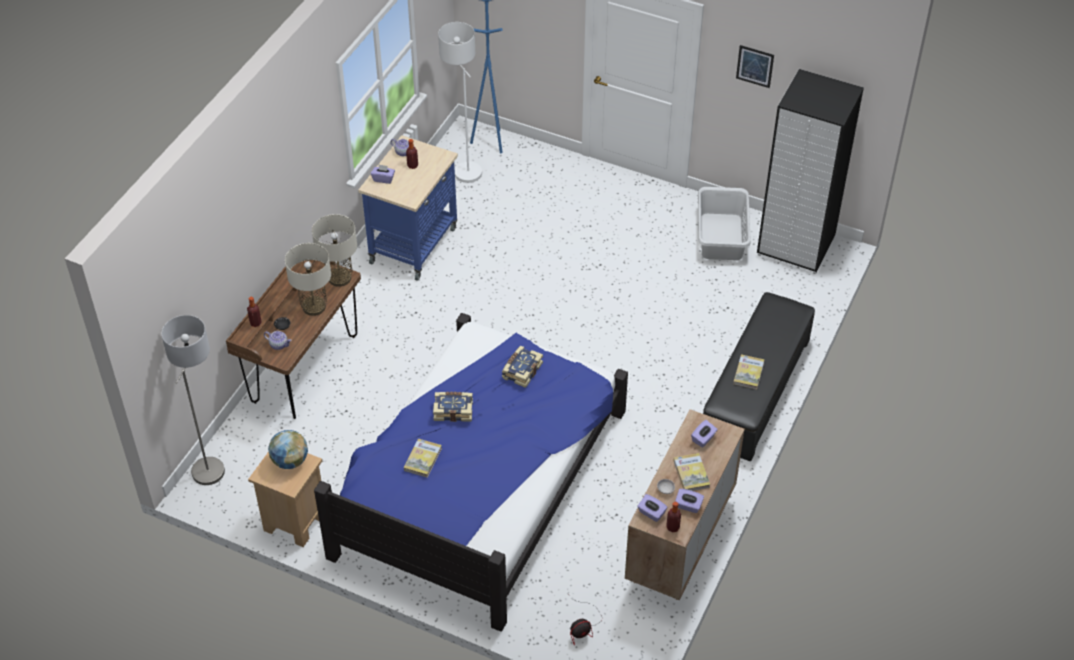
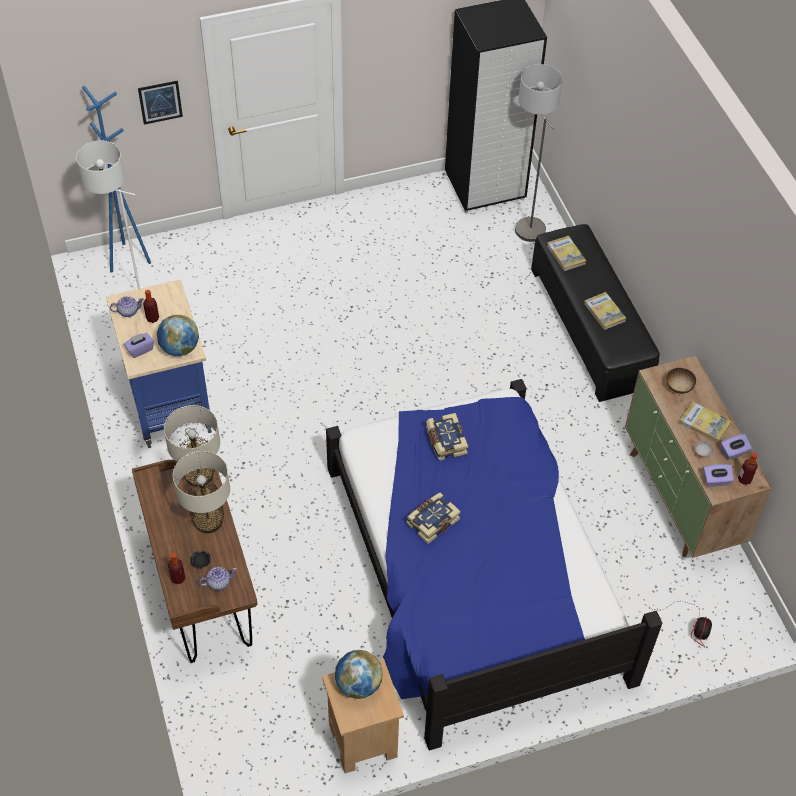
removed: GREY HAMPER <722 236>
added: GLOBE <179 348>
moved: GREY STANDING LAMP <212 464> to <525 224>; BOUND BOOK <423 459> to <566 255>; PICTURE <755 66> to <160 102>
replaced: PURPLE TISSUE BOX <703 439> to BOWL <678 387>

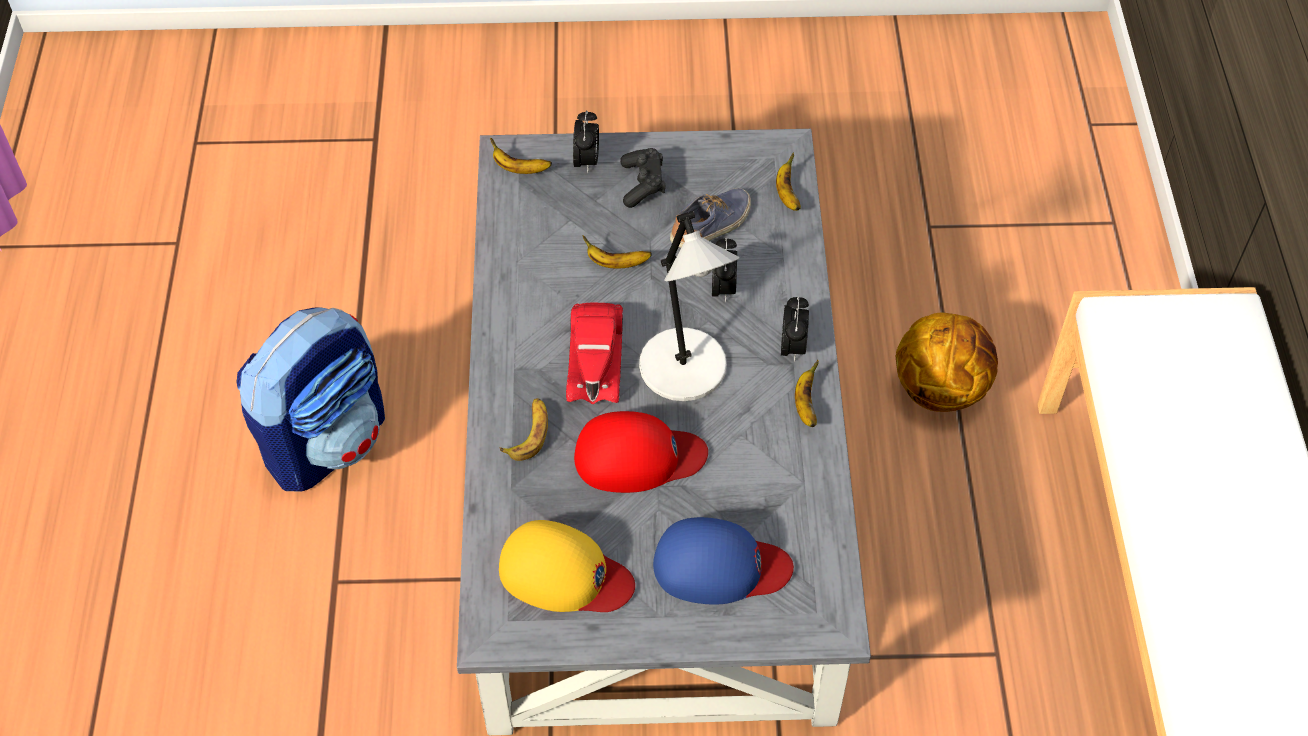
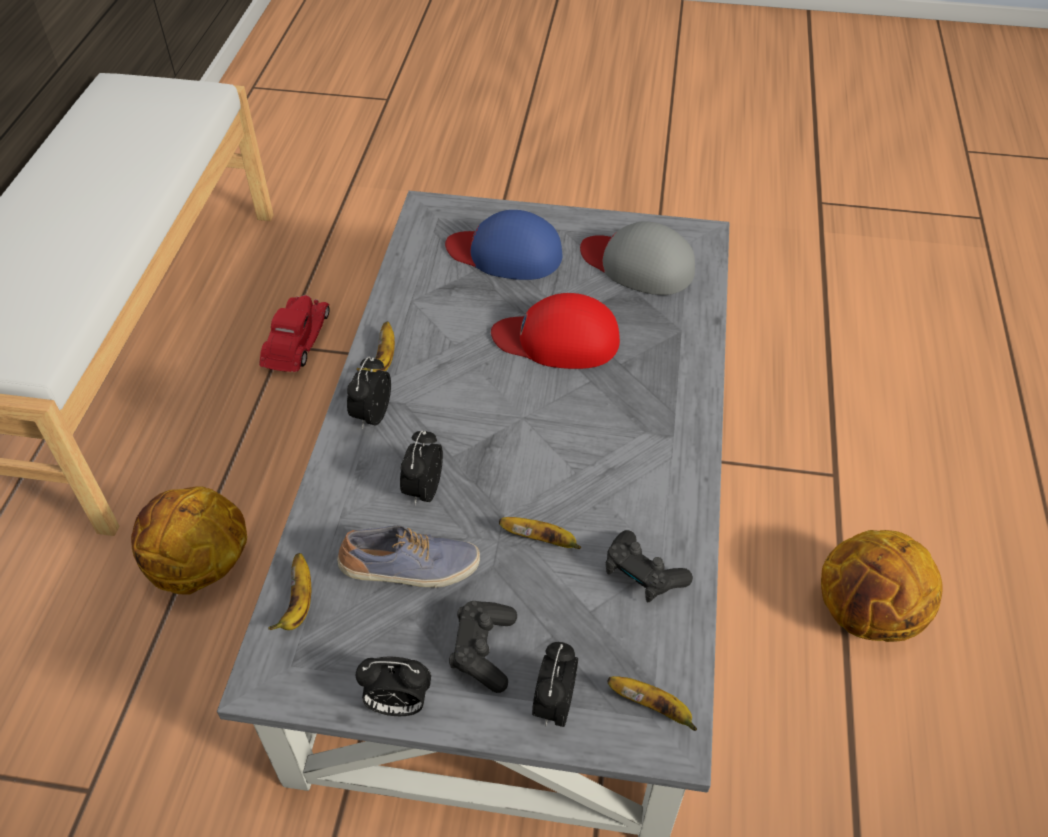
removed: BANANA FRUIT <528 433>; GREY TABLETOP LAMP <685 370>
added: BEDSIDE CLOCK <397 704>; BLACK GAME CONTROLLER <642 575>
moved: RED-COLOURED MODEL CAR <595 357> to <296 340>
replaced: KNAPSACK <327 440> to BASKETBALL <866 614>
recoloured: YELLOW-COLOURED BASEBALL CAP <564 574> to GREY BASEBALL CAP <638 264>
turned: SHOE <712 228> = <411 570> 150 degrees counterclockwise

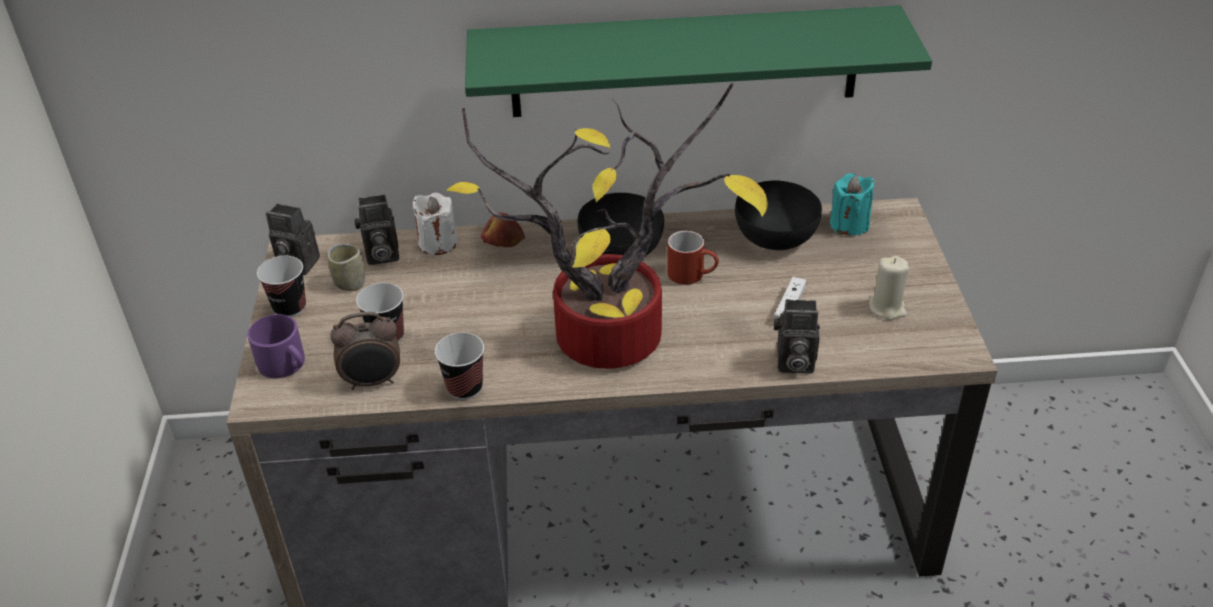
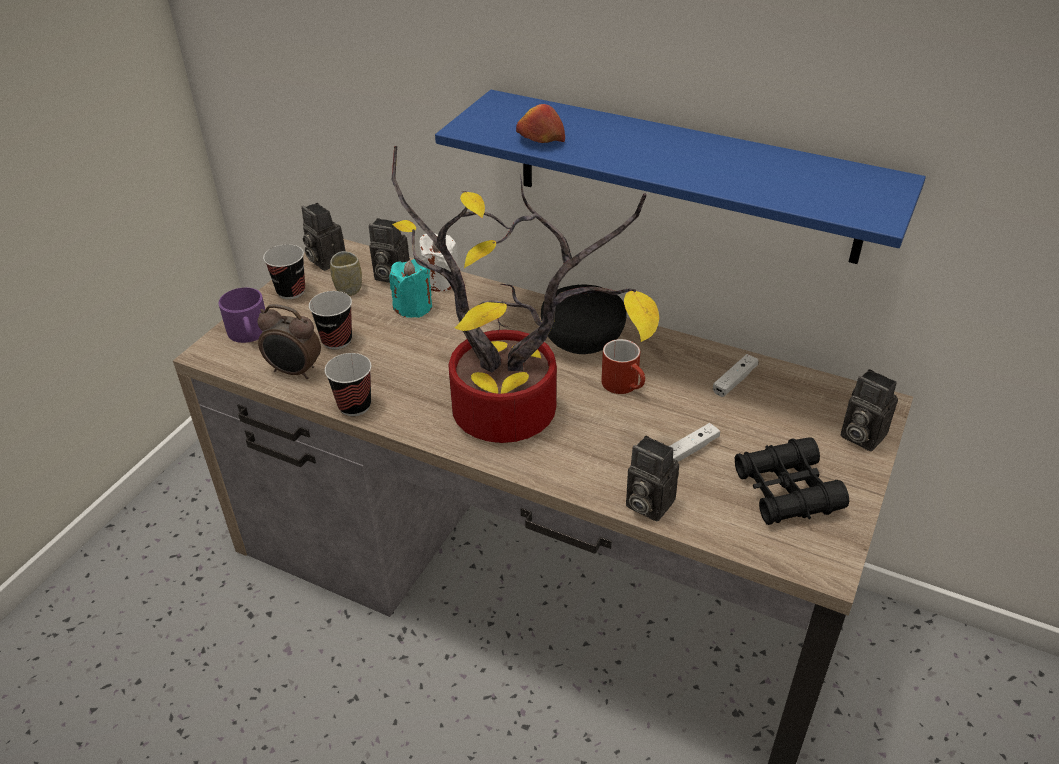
added: PHOTO CAMERA <859 435>
moved: WHOLE APPLE <503 241> to <540 139>; TURQUOISE WAX LIGHT <849 224> to <413 307>
replaced: BLACK BOWL <776 236> to WHITISH GAME CONTROLLER <734 381>; SAND-COLOURED WAX LIGHT <887 308> to BLACK BINOCULARS <786 491>
recoloured: GREEN-COLOURED WALL SHELF <684 62> to BLUE-COLOURED WALL SHELF <685 176>

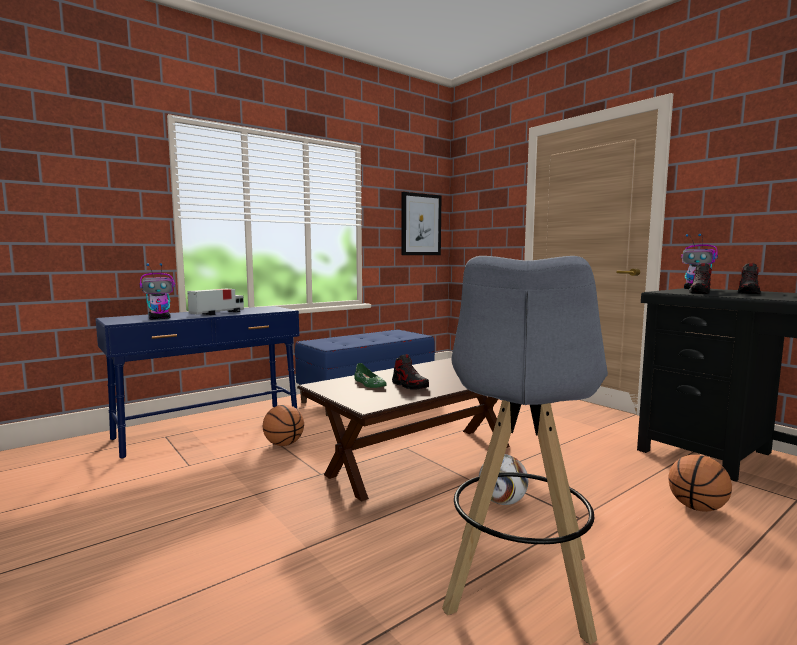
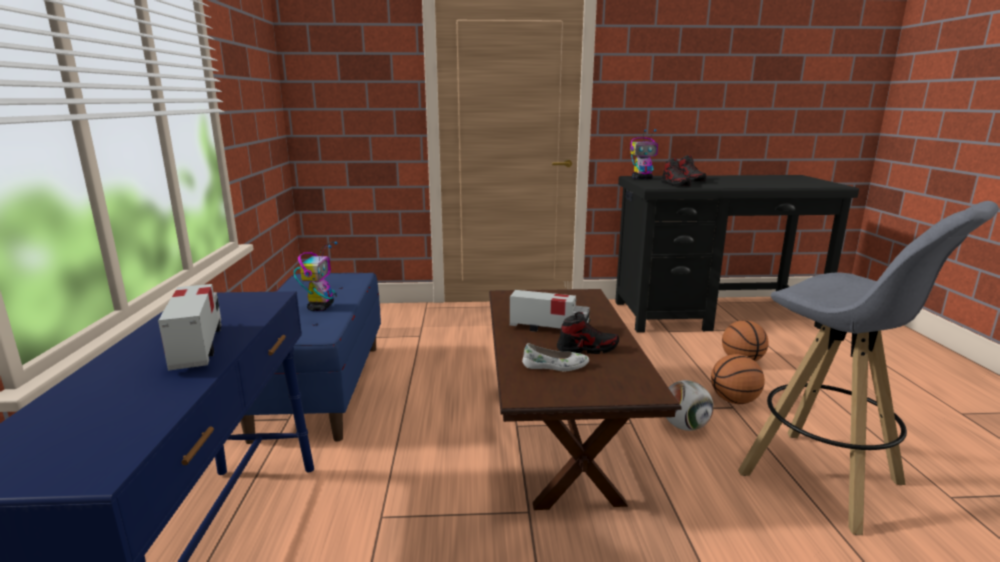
removed: PICTURE <420 224>
added: MODEL TRUCK <549 329>
moved: TOY ROBOT <160 318> to <321 307>; BASKETBALL <284 444> to <734 400>
recoloured: GREEN-COLOURED SHOE <369 384> to WHITISH SHOE <555 366>

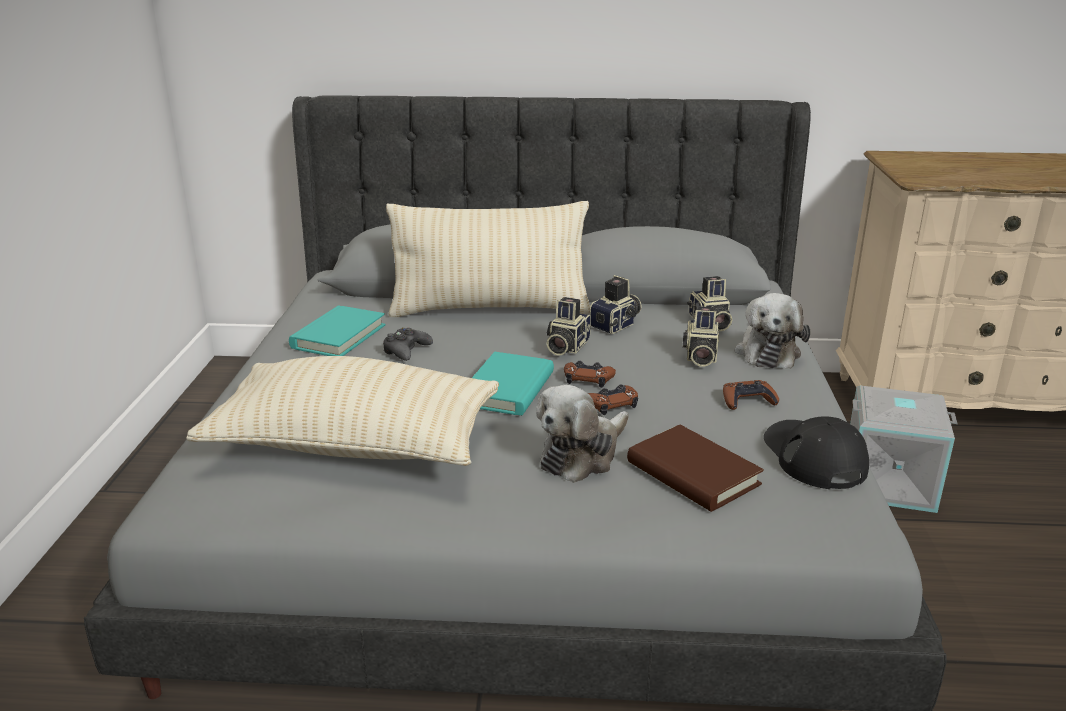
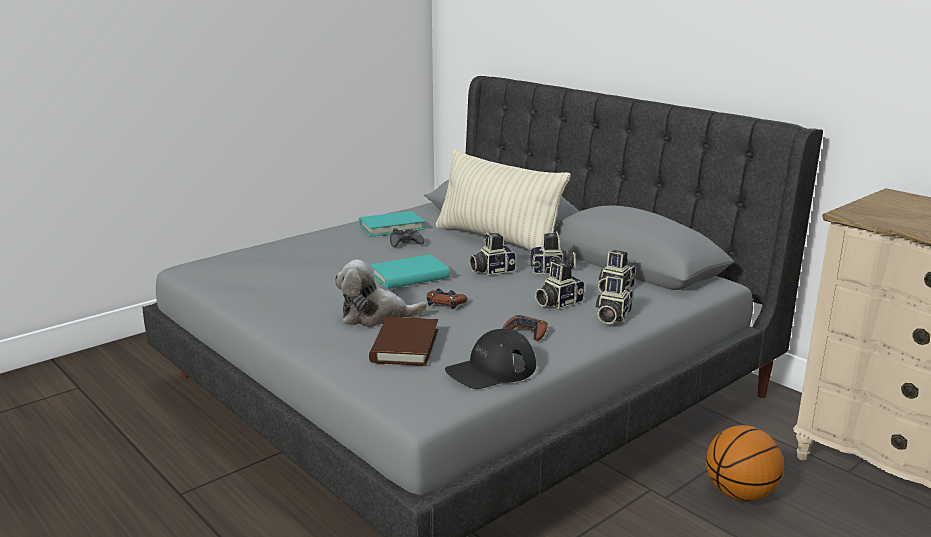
removed: SAND-COLOURED PILLOW <355 445>; BROWNISH GAME CONTROLLER <588 378>
replaced: SOFT TOY <767 351> to PHOTO CAMERA <611 317>; GREY STORAGE BOX <889 482> to BASKETBALL <740 493>
turned: BLACK BASEBALL CAP <813 456> = <491 370> 150 degrees counterclockwise

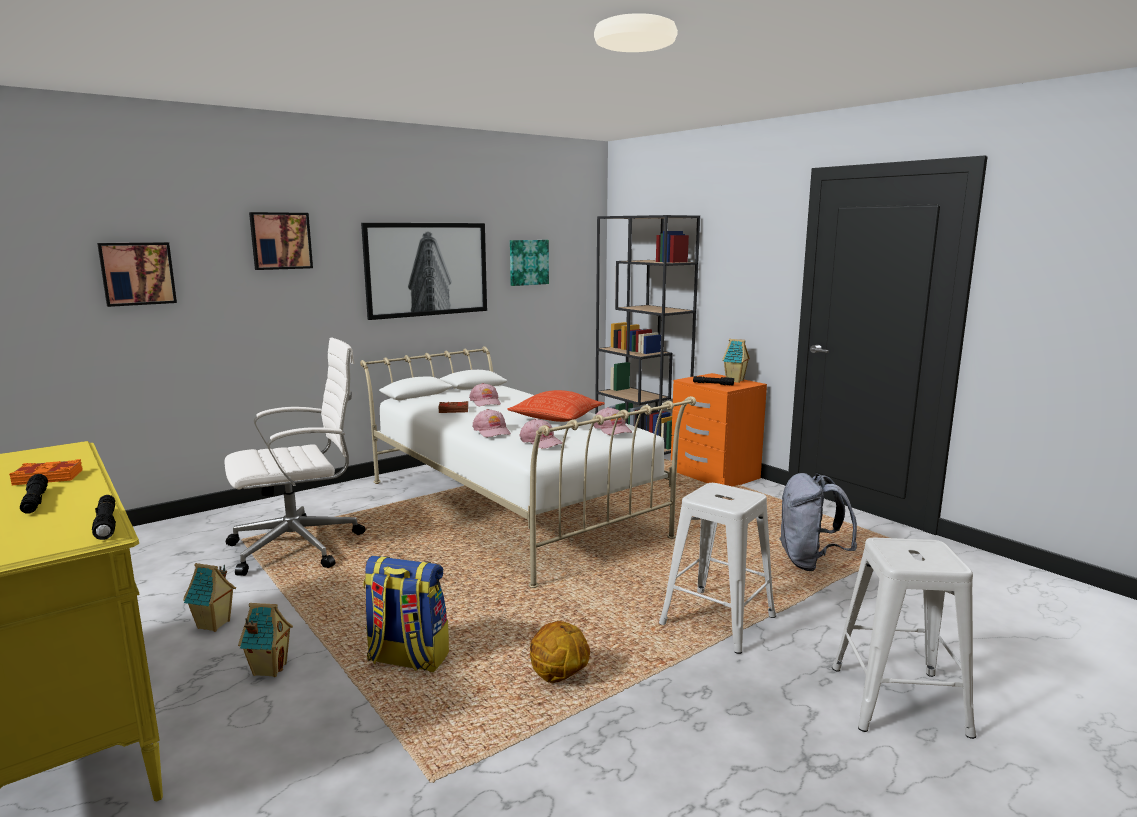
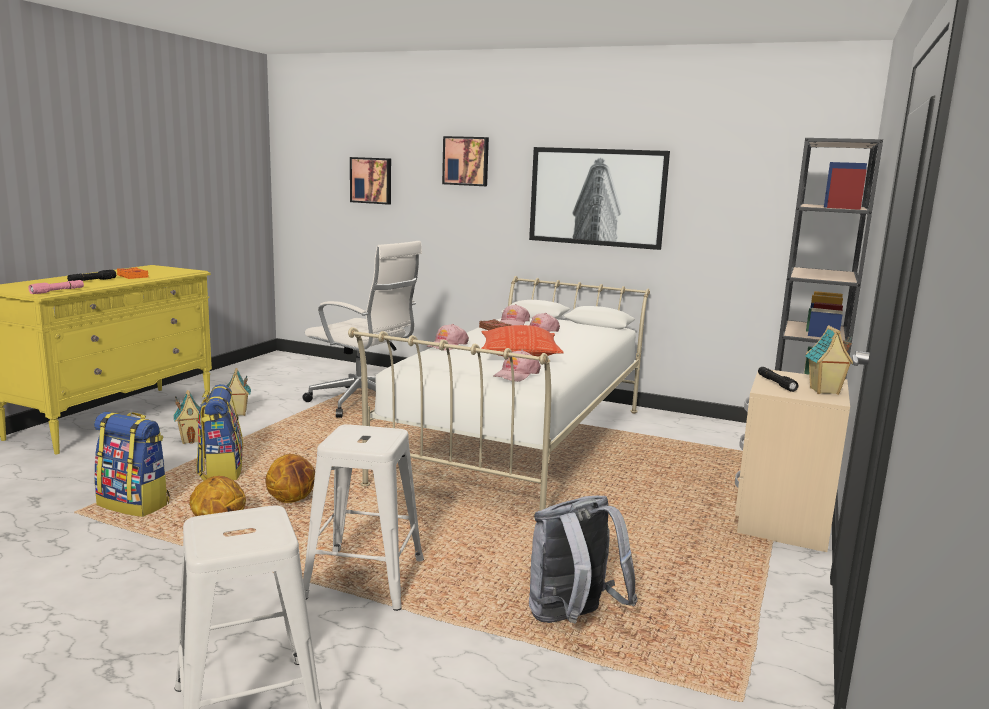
removed: PICTURE <528 262>
added: KNAPSACK <135 504>; BASKETBALL <292 500>
moved: PINK-COLOURED BASEBALL CAP <541 442> to <513 323>
recoloured: BLACK TORCH <106 524> to PINK-COLOURED TORCH <57 291>; ORANGEY BEDSIDE TABLE <714 475> to SAND-COLOURED BEDSIDE TABLE <780 521>

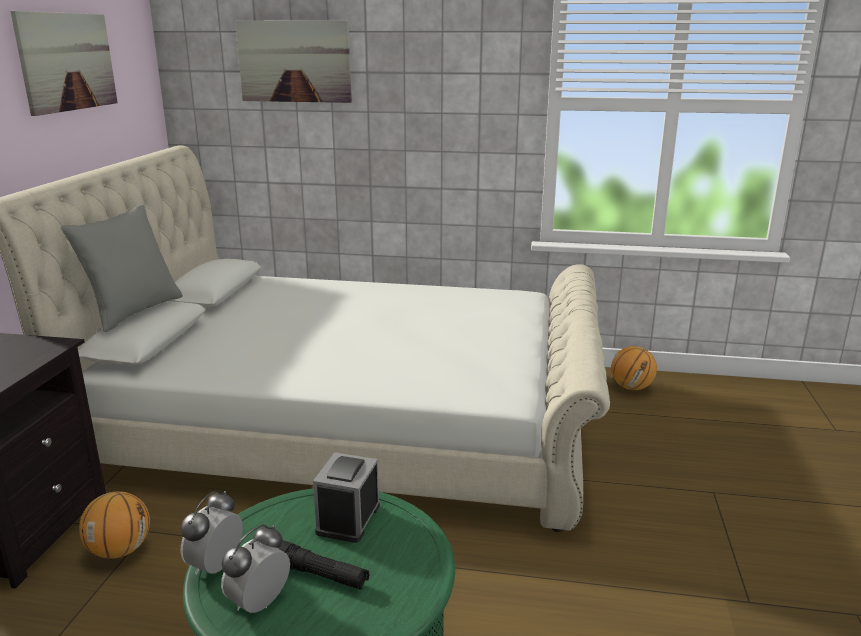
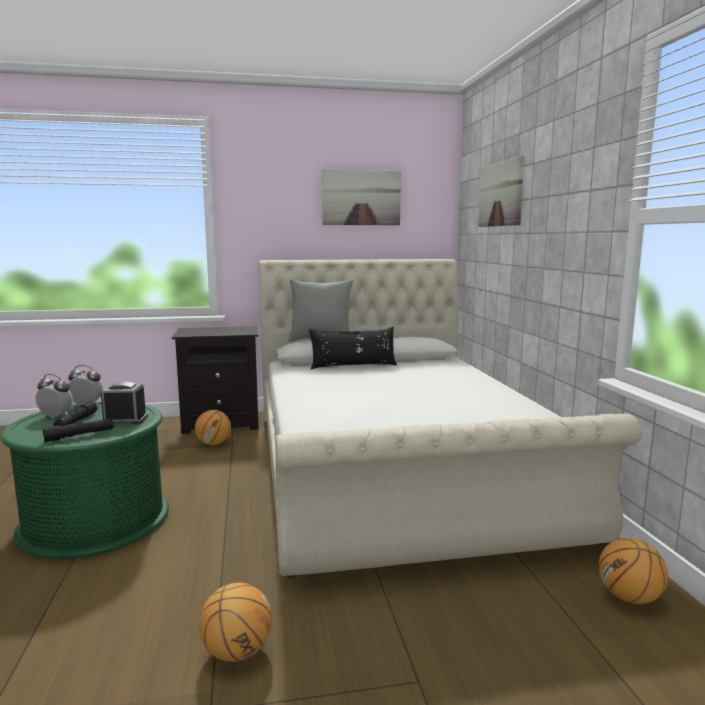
added: BLACK TORCH <79 435>; BASKETBALL <237 652>; BLACK PILLOW <353 366>

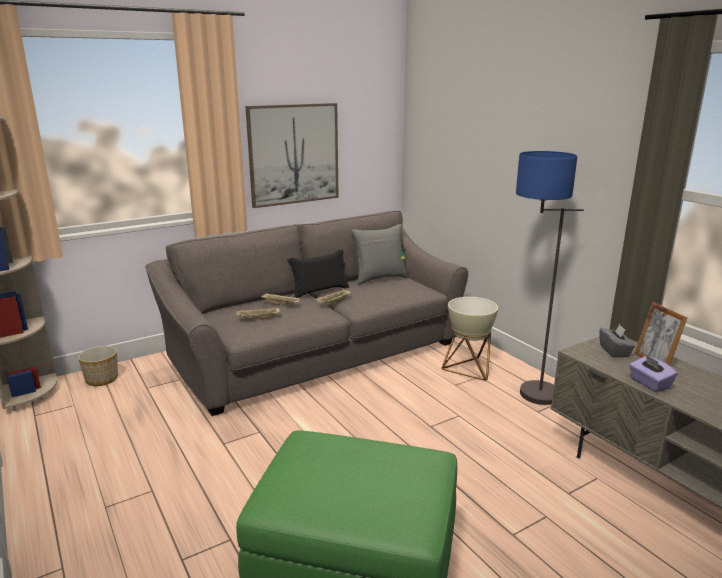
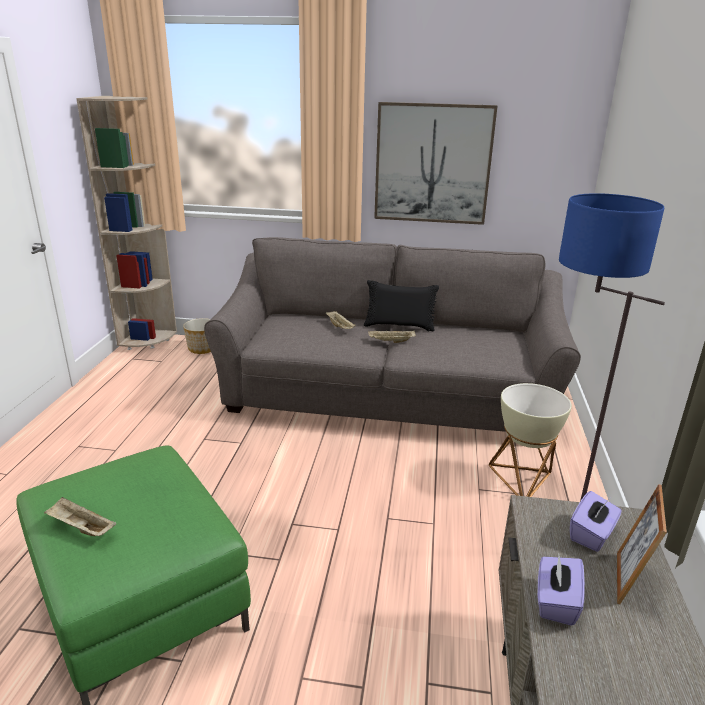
removed: GREY PILLOW <379 279>
moved: SAND-COLOURED TRAY <258 319> to <81 528>
recoloured: GREY TISSUE BOX <614 351> to PURPLE TISSUE BOX <592 534>

